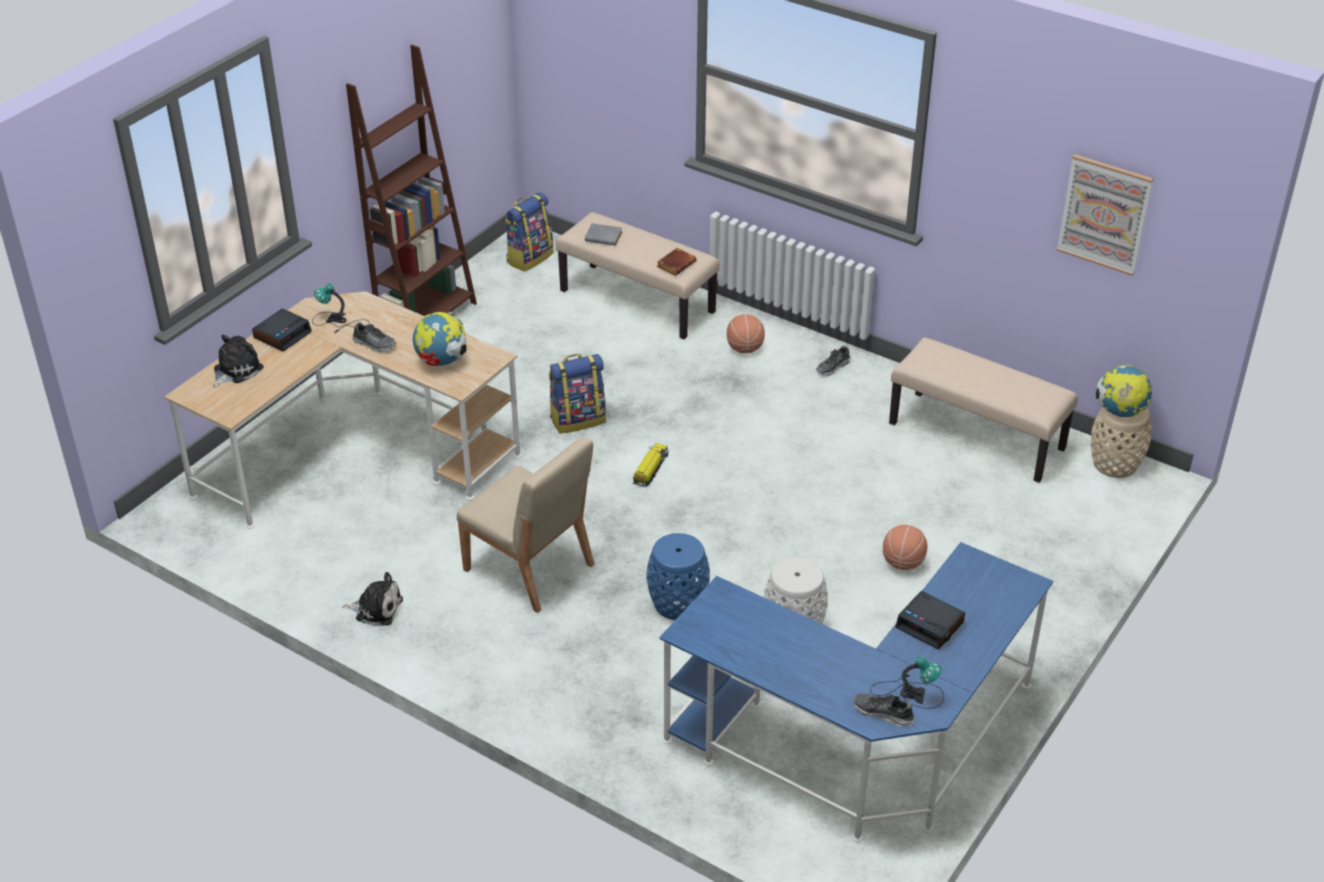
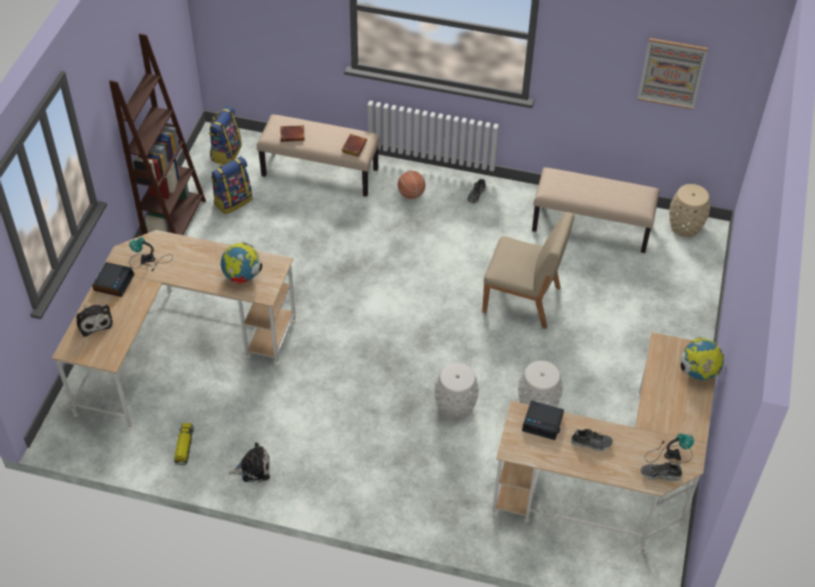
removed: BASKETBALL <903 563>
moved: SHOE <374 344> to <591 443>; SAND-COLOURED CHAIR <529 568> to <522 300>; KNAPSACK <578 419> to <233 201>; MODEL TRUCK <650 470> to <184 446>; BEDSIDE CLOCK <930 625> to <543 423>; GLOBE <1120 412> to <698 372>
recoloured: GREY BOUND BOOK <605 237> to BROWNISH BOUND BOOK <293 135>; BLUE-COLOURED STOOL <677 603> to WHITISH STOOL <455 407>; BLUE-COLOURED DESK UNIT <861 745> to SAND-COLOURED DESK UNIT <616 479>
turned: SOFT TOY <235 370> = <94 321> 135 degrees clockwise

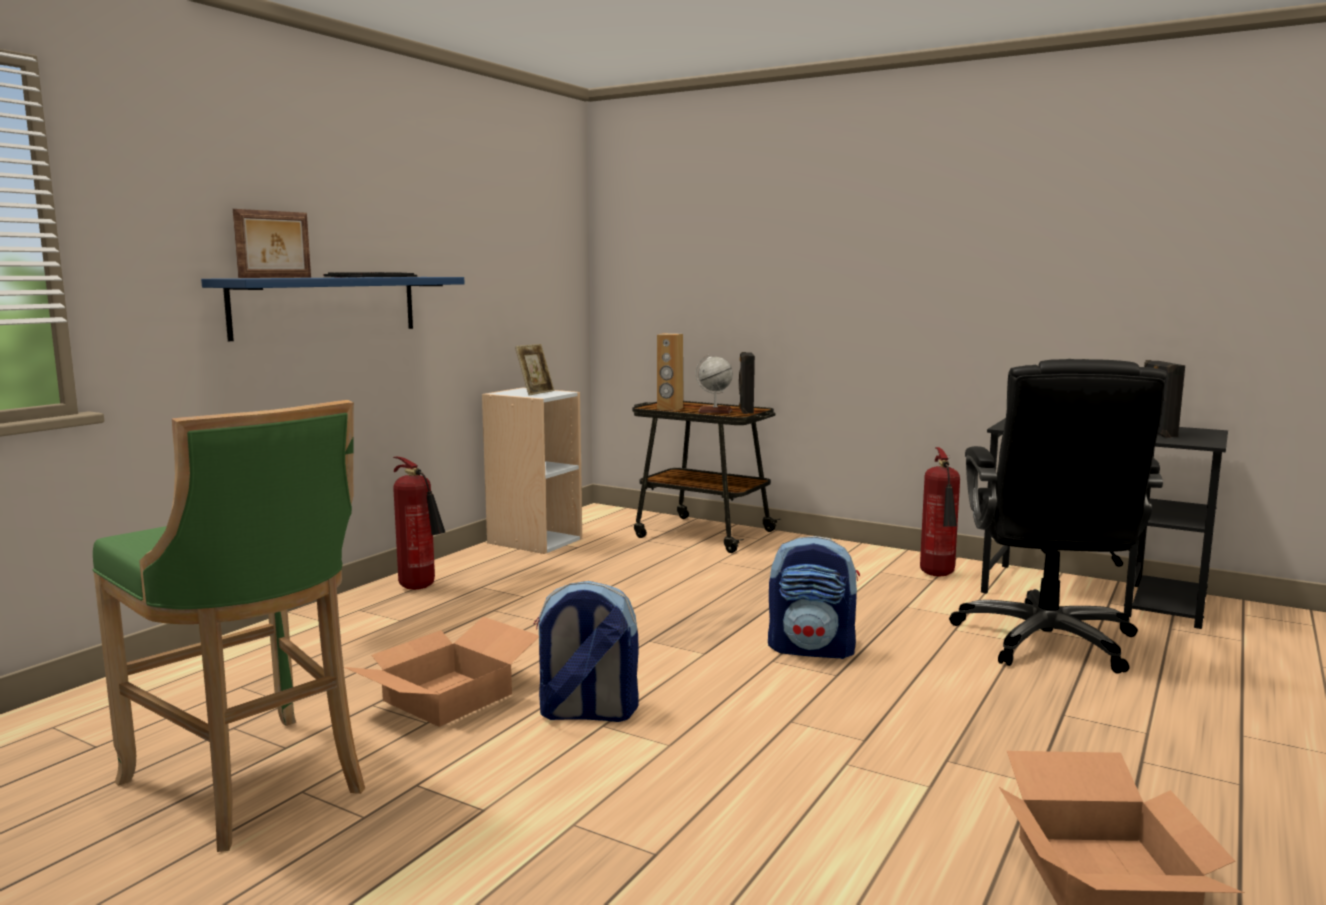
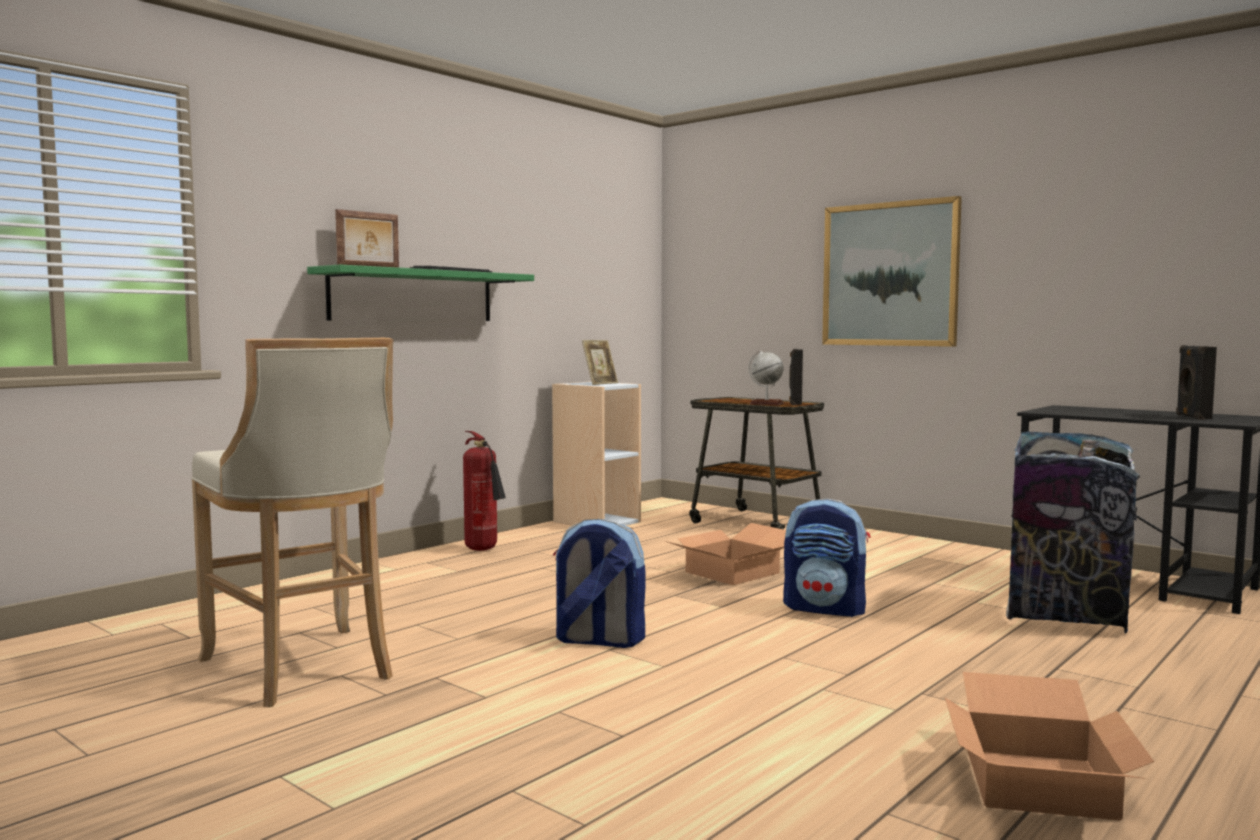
removed: BROWNISH SPEAKER <670 408>; EXTINGUISHER <938 576>
added: PICTURE <889 274>
moved: CARDBOARD BOX <448 696> to <732 572>
replaced: BLACK COMPUTER CHAIR <1046 639> to RUBBISH BIN <1066 613>
recoloured: GREEN-COLOURED STOOL <253 786> to SAND-COLOURED STOOL <304 669>; BLUE-COLOURED WALL SHELF <327 306> to GREEN-COLOURED WALL SHELF <413 296>

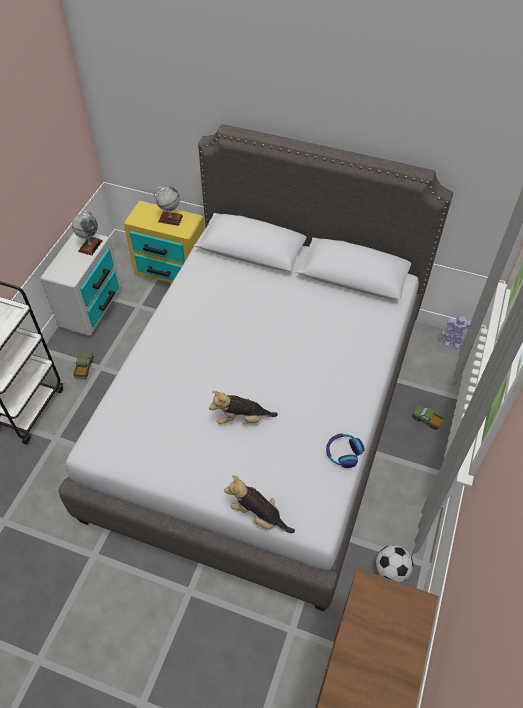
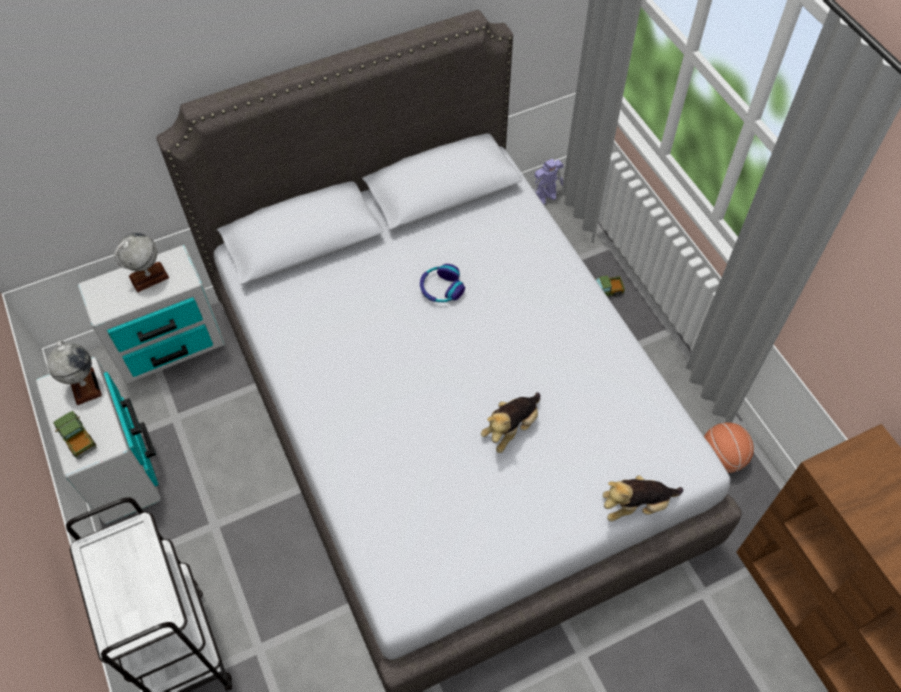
moved: MODEL TRUCK <84 368> to <77 438>; PAIR OF HEADPHONES <343 452> to <441 288>
replaced: FOOTBALL BALL <391 570> to BASKETBALL <721 457>
recoloured: YELLOW-COLOURED BEDSIDE TABLE <171 274> to WHITISH BEDSIDE TABLE <172 350>

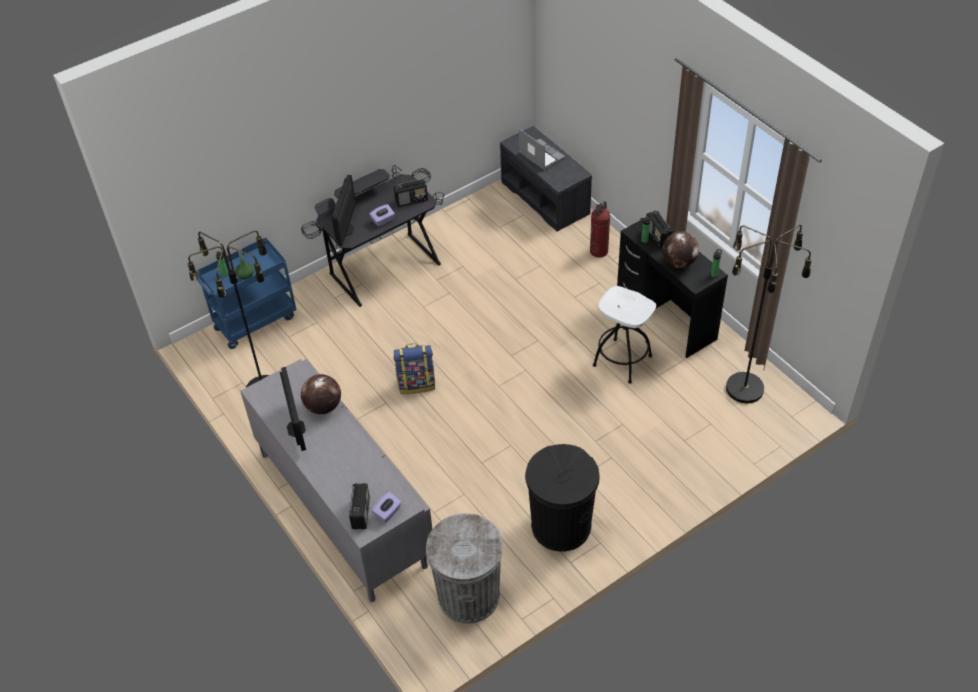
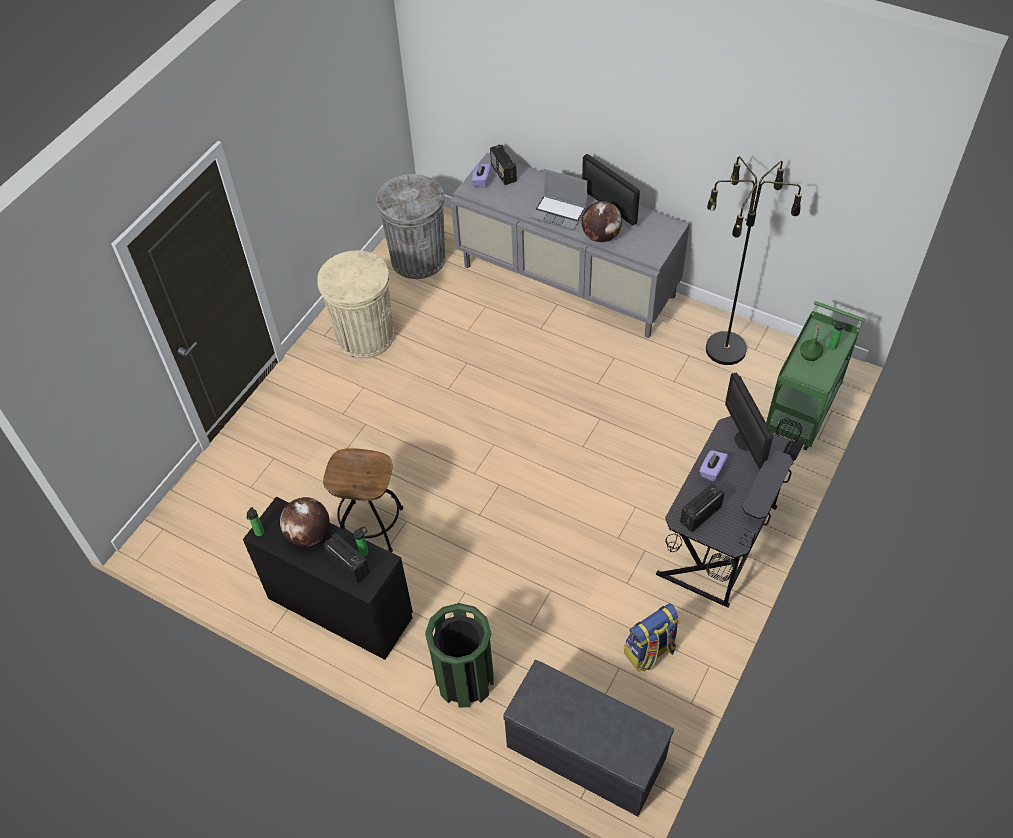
removed: STANDING LAMP <744 389>
moved: KNAPSACK <416 383> to <650 651>; NOTEBOOK COMPUTER <540 155> to <559 213>
replaced: EXTINGUISHER <599 251> to GREEN-COLOURED RUBBISH BIN <465 680>
recoloured: BLUE-COLOURED CART <253 325> to GREEN-COLOURED CART <802 412>; BLACK RUBBISH BIN <561 526> to SAND-COLOURED RUBBISH BIN <365 336>; WHITISH STOOL <622 360> to BROWNISH STOOL <372 526>

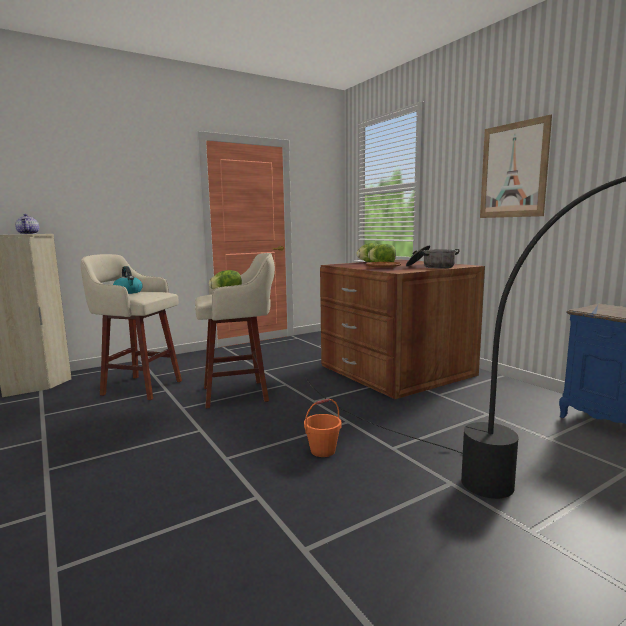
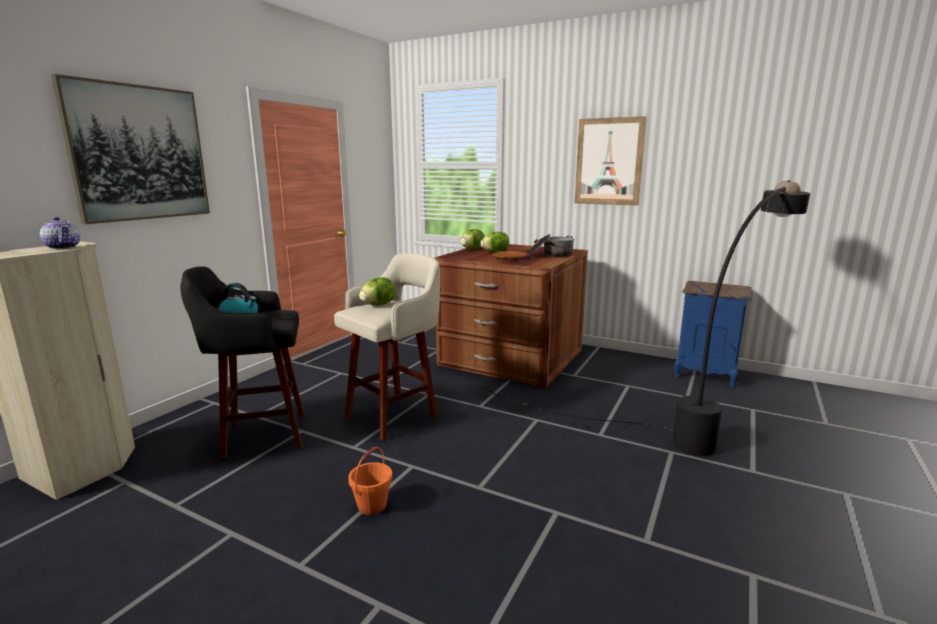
added: PICTURE <139 153>
moved: ORANGEY WATER BUCKET <323 450> to <372 505>
recoloured: SAND-COLOURED STOOL <139 387> to BLACK STOOL <260 435>

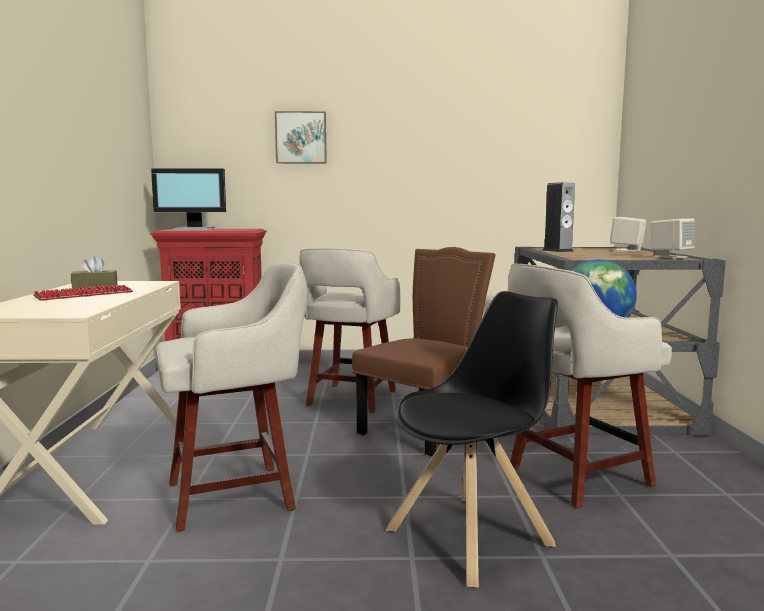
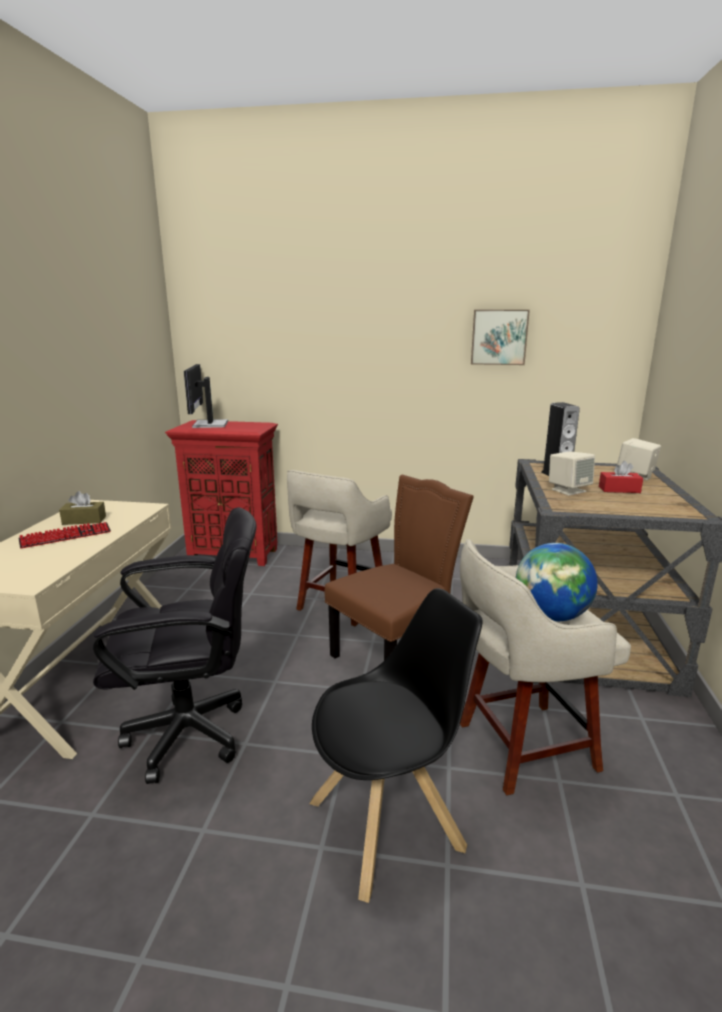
added: RED-COLOURED TISSUE BOX <619 489>
moved: PICTURE <301 137> to <499 337>; SAND-COLOURED SPEAKER <670 257> to <568 490>
replaced: SAND-COLOURED STOOL <237 495> to BLACK COMPUTER CHAIR <194 733>
turned: COMPUTER SCREEN <194 229> = <208 424> 75 degrees clockwise

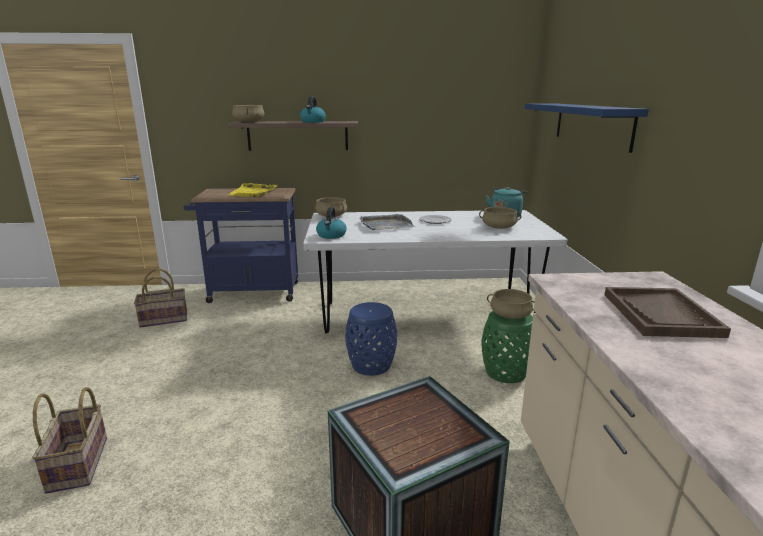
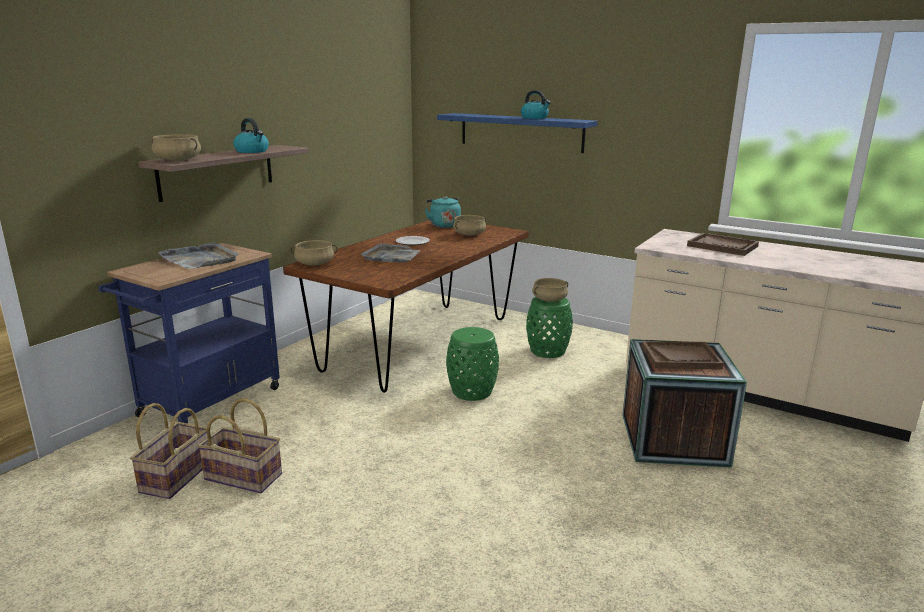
added: BROWNISH TRAY <680 357>
moved: HOUSEHOLD BASKET <79 464> to <244 476>; WATER KETTLE <331 235> to <535 118>
recoloured: YELLOW-COLOURED TRAY <253 192> to GREY TRAY <200 259>; WHITISH DINNER TABLE <425 314> to BROWNISH DINNER TABLE <419 343>; BLUE-COLOURED STOOL <371 365> to GREEN-COLOURED STOOL <472 391>

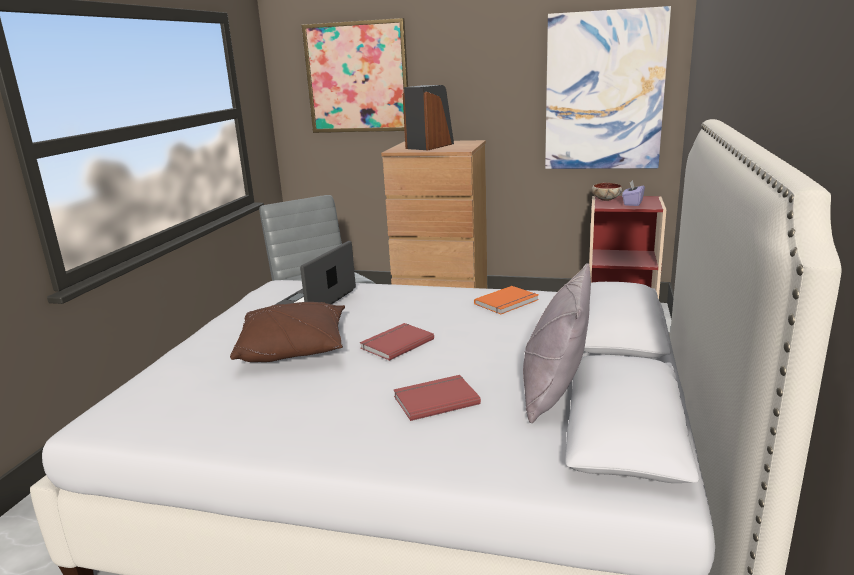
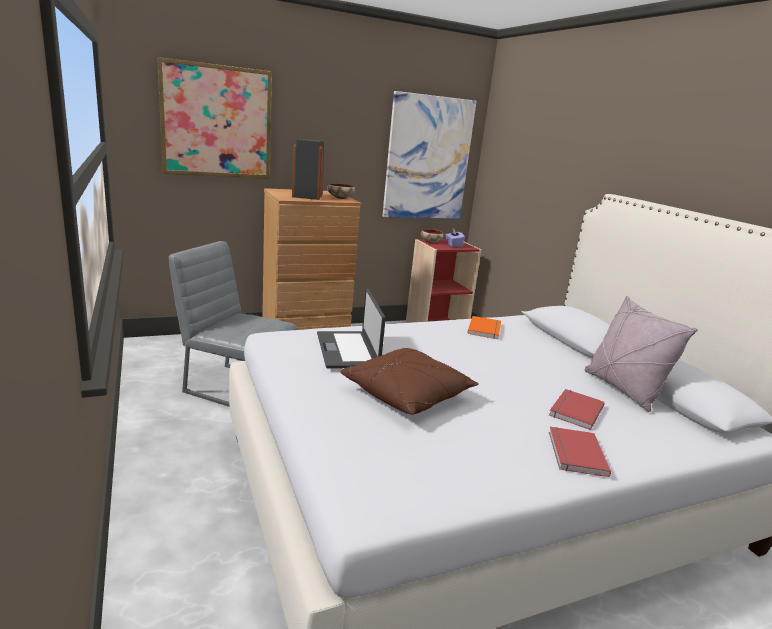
added: BOWL <340 198>
moved: RED-COLOURED BOUND BOOK <395 343> to <574 453>

